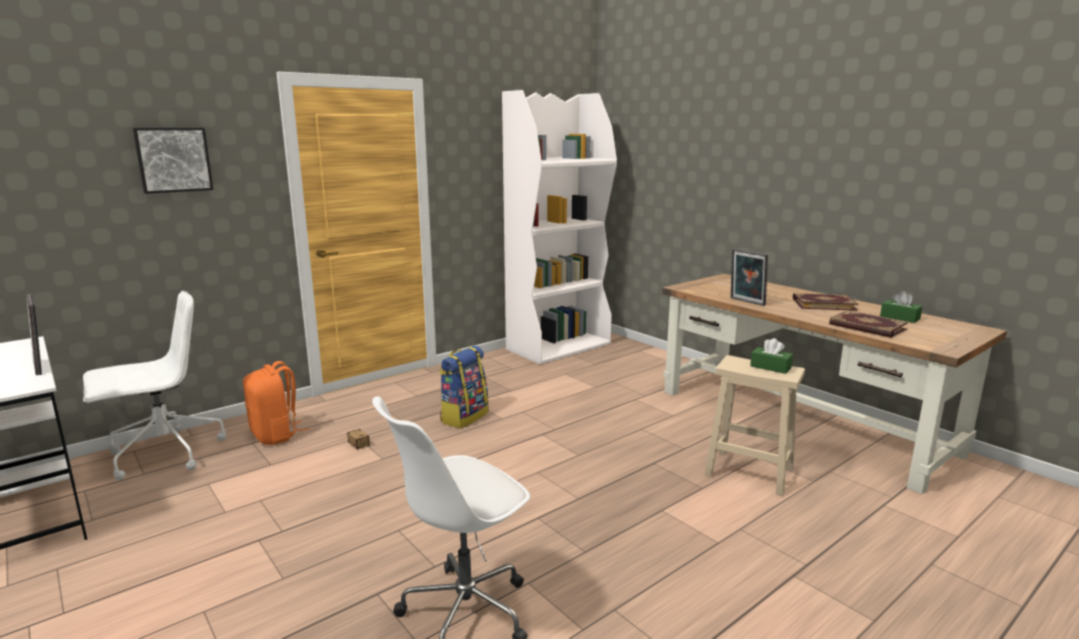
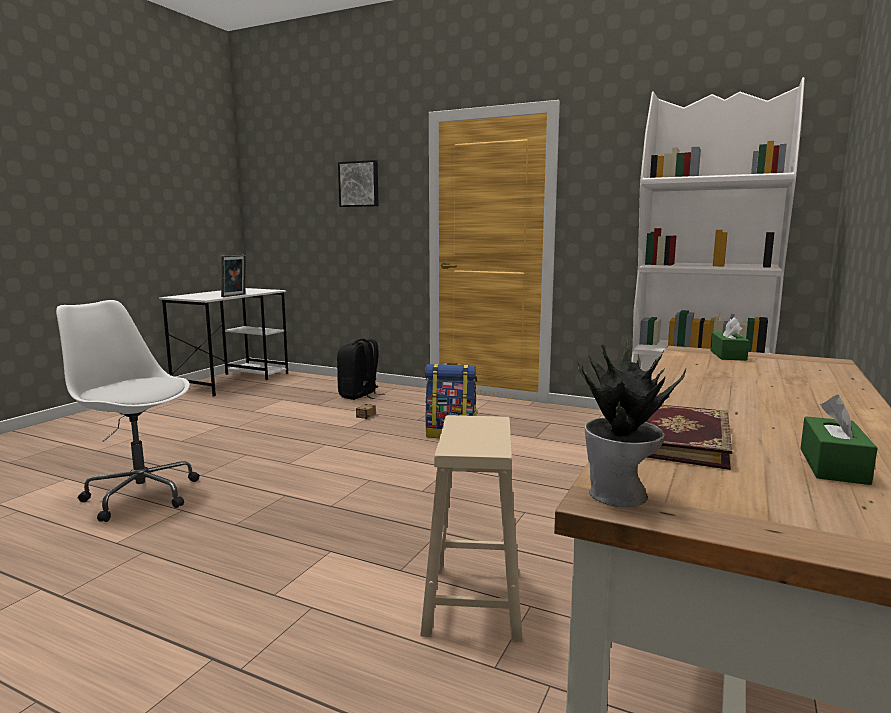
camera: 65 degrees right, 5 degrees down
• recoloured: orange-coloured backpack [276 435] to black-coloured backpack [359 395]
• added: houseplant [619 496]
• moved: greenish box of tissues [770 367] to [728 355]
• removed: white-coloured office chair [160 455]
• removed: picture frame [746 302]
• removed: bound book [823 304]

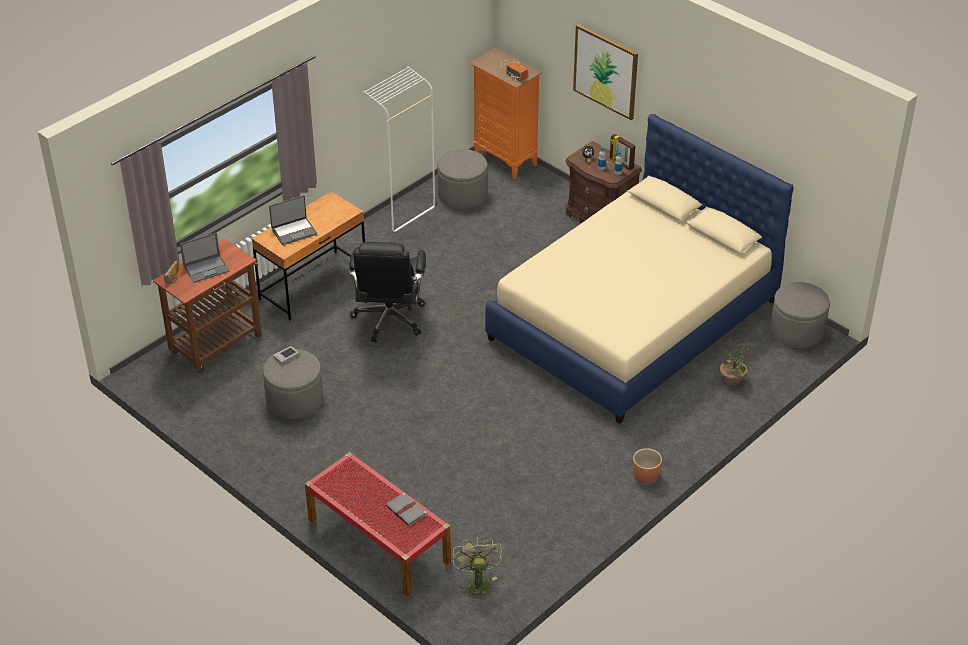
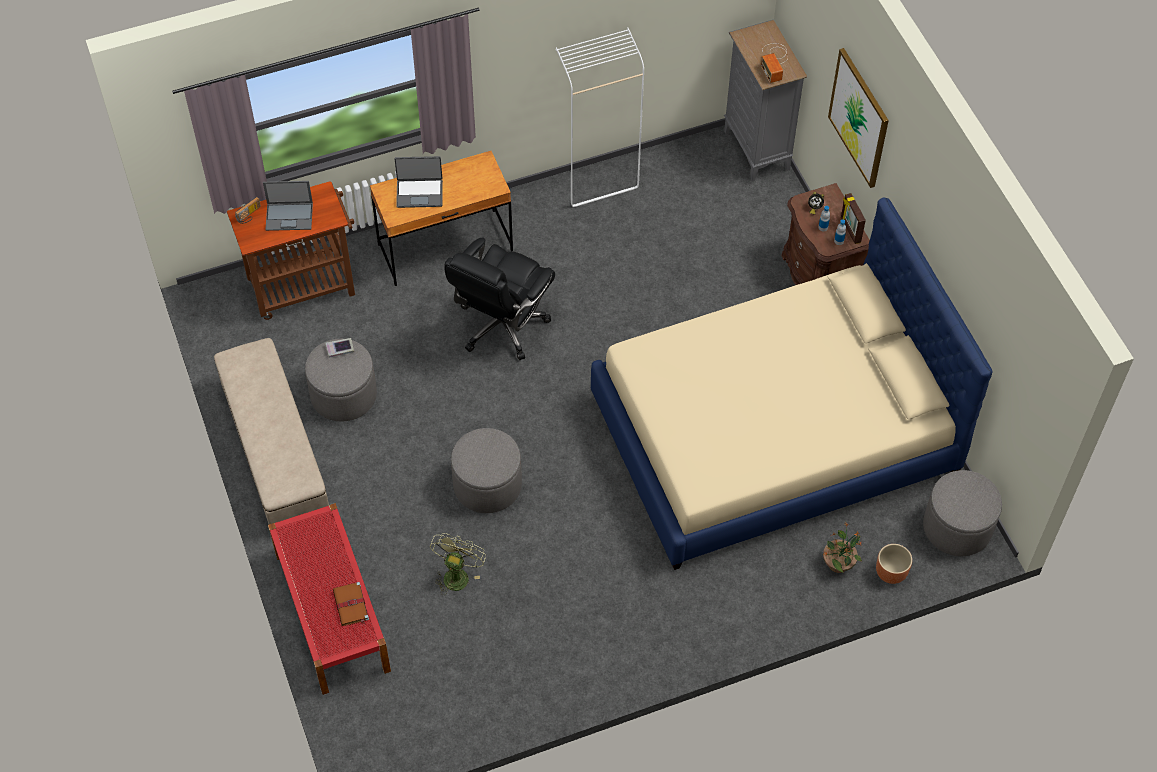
camera: 25 degrees right, 15 degrees up
• added: beige-coloured bench [274 450]
• recoloured: gray bound book [407 511] to brown bound book [351 606]
• moved: greenish fan [476 582] to [457 574]
• moved: gray pouffe [462 195] to [487 485]
• recoloured: orange-coloured drawer chest [505 161] to gray drawer chest [756 152]
• moved: brown plant pot [646 475] to [891 572]

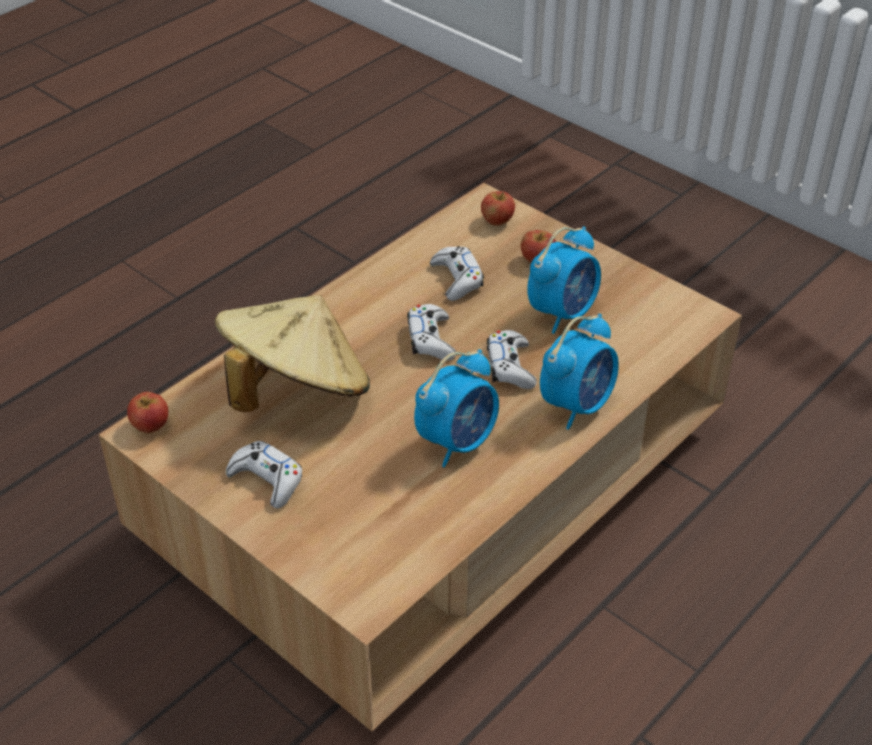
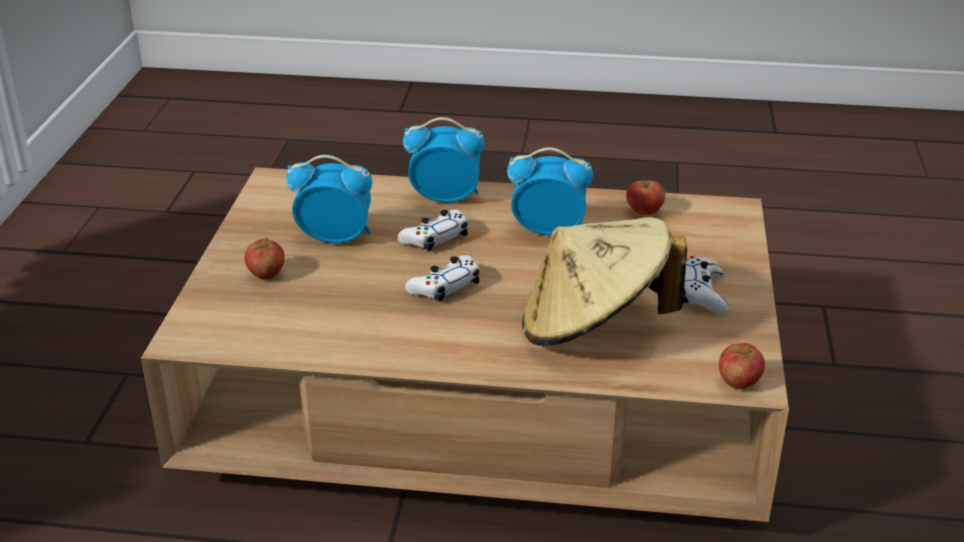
camera: 125 degrees left, 10 degrees down
• moved: apple [497 221] to [644 212]
• removed: white-coloured gamepad [457 279]

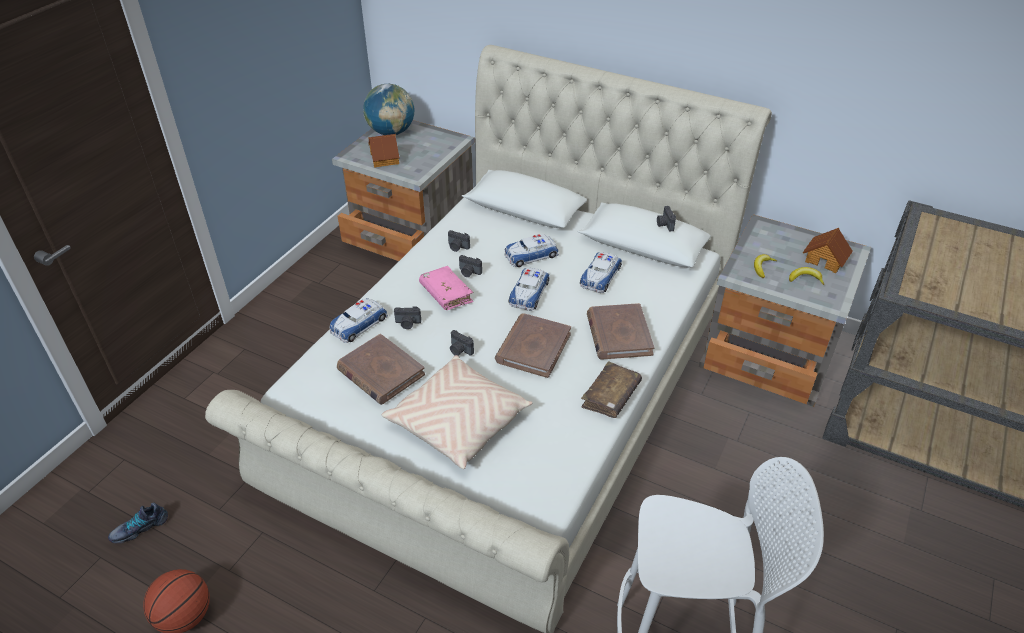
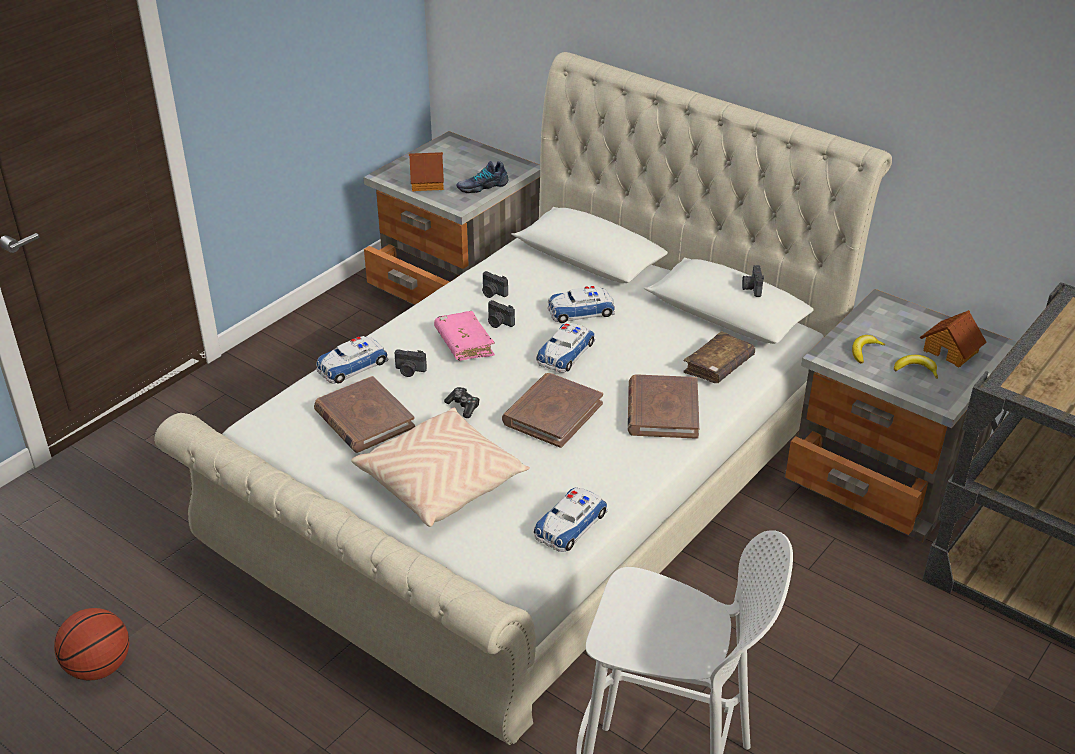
camera: 10 degrees right, 5 degrees down
• replaced: photo camera [460 350] to gamepad [463 406]
• moved: item of footwear [139 528] to [482 186]
• moved: model car [600 276] to [570 525]
• moved: brown bound book [611 396] to [718 366]
• removed: desk globe [391 132]

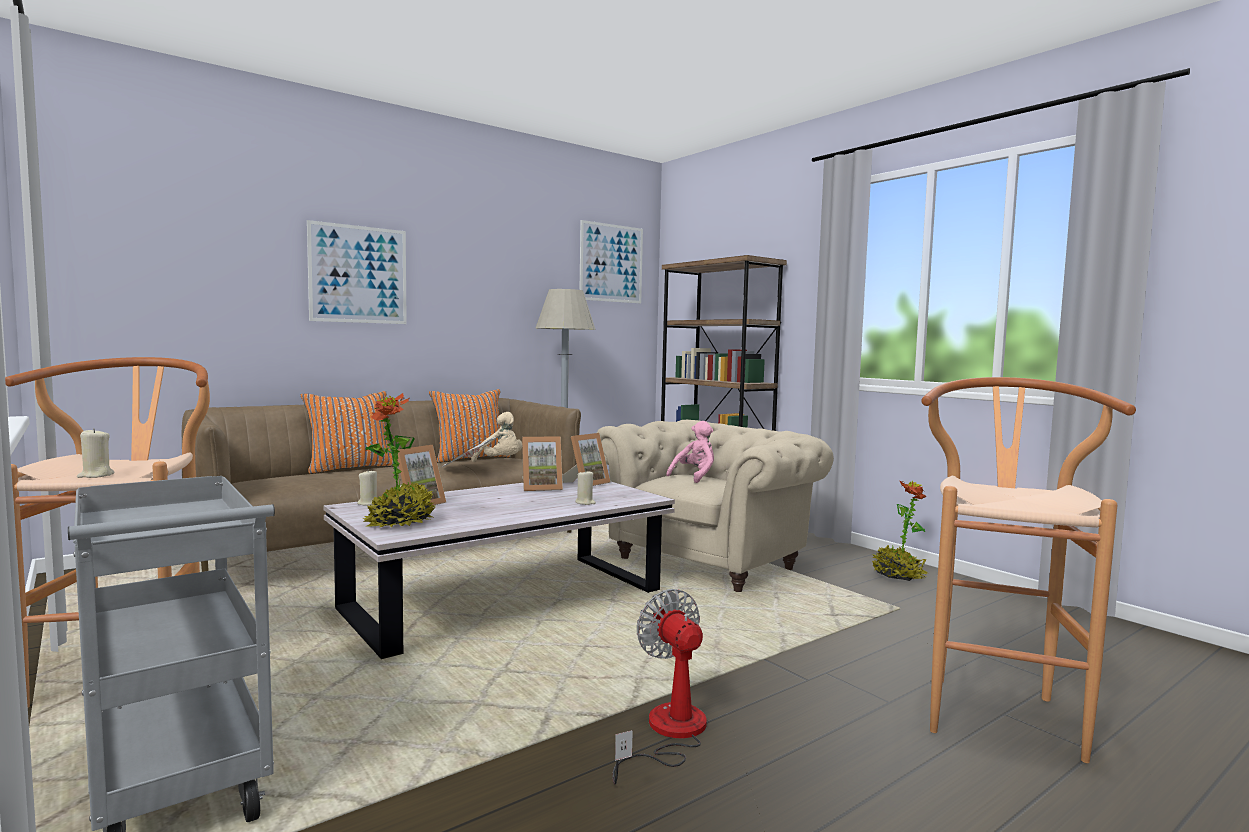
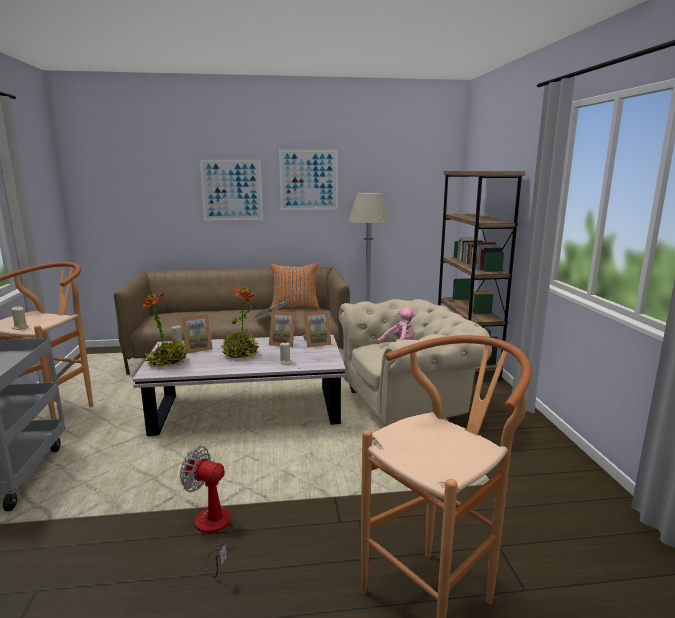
camera: 30 degrees right, 10 degrees up
• turned: fan [668 733] = [214 530] 75 degrees counterclockwise
• moved: houseplant [898 576] to [240 354]
• moved: wall picture [611 263] to [309 180]
• removed: orange-coloured pillow [350 468]
• removed: beige-coloured cuddly toy [500 461]

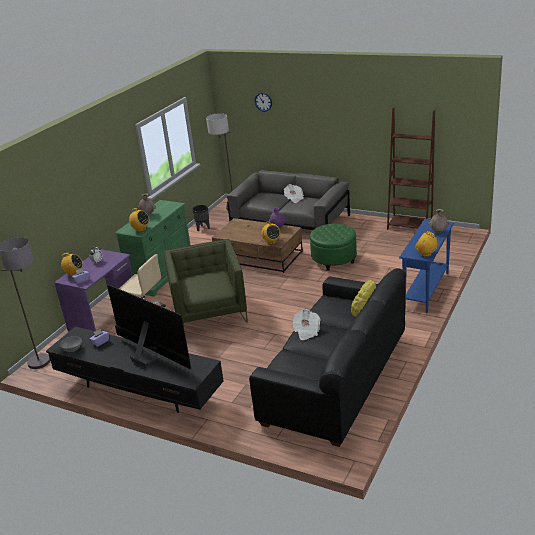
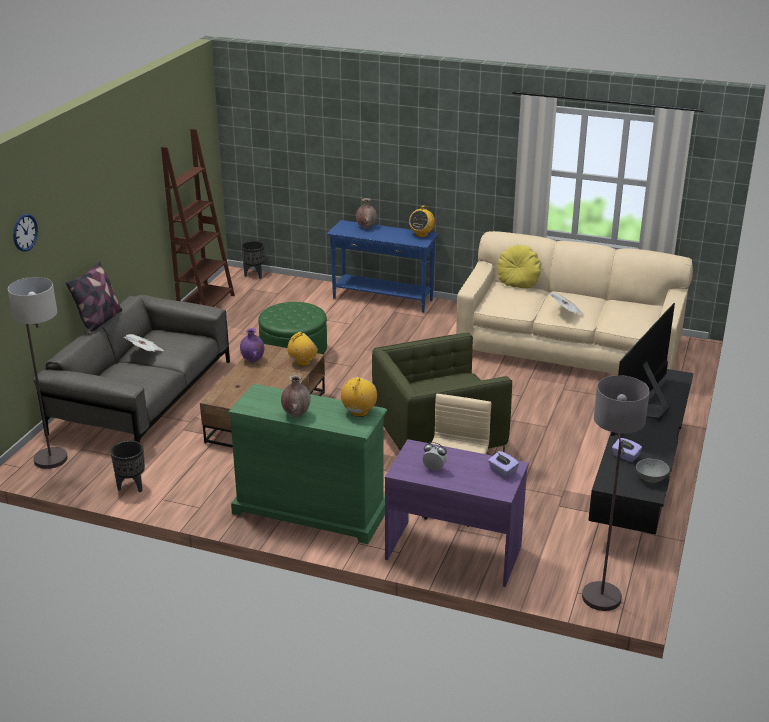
camera: 100 degrees left, 0 degrees up
• added: pillow [99 321]
• added: black-coloured plant pot [254 275]
• recoloured: black-coloured sofa [335 378] to beige-coloured sofa [568 349]
• removed: radio [74 274]

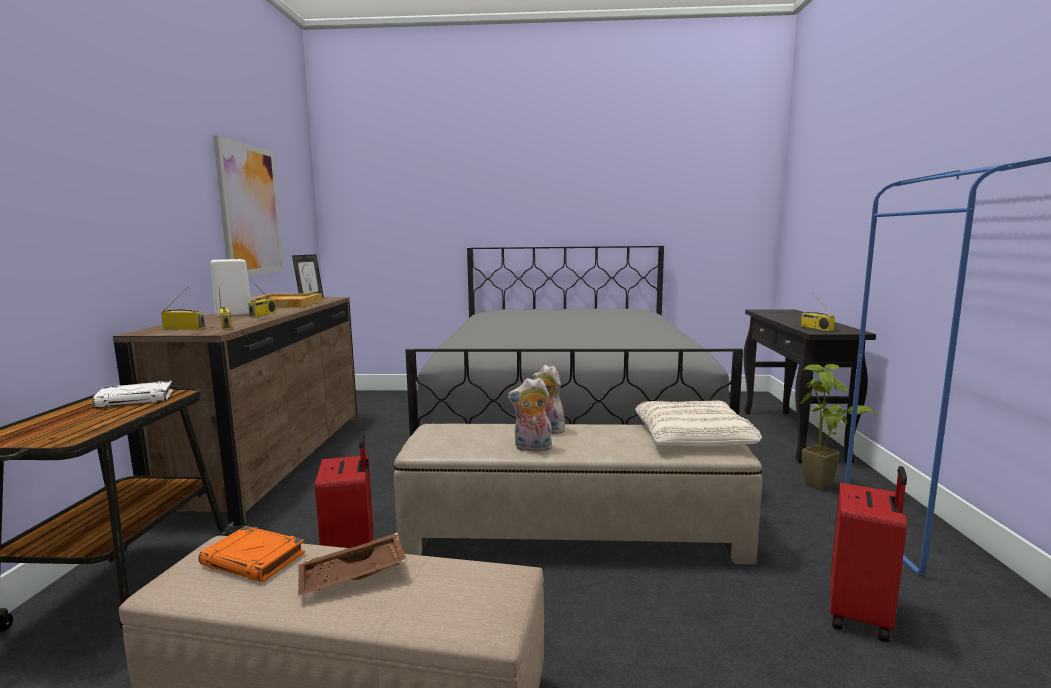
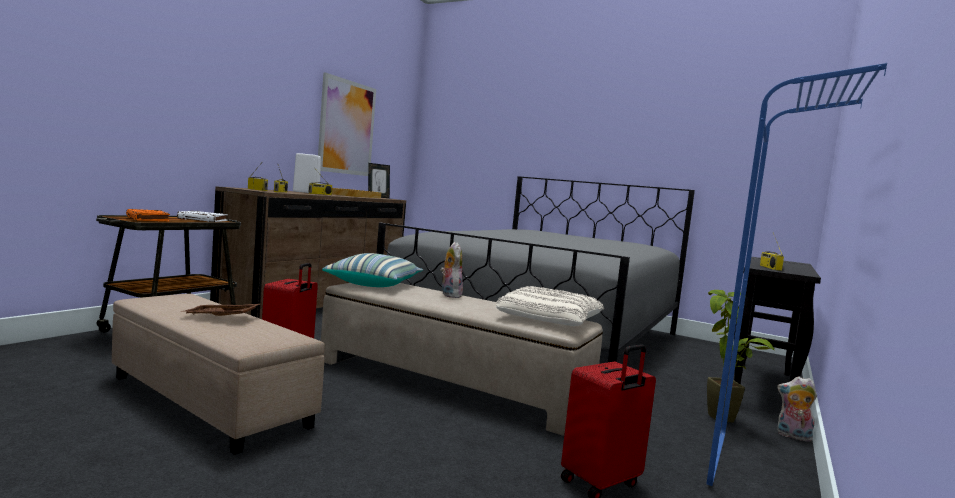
camera: 25 degrees right, 5 degrees down
• moved: orange-coloured bound book [254 559] to [148 219]
• added: pillow [374 284]
• moved: cuddly toy [532 448] to [793 436]

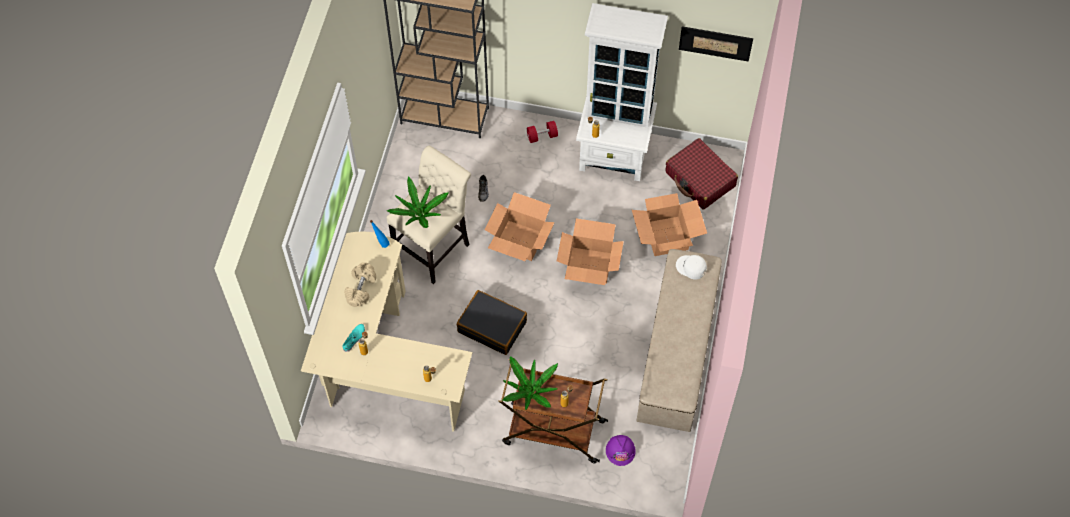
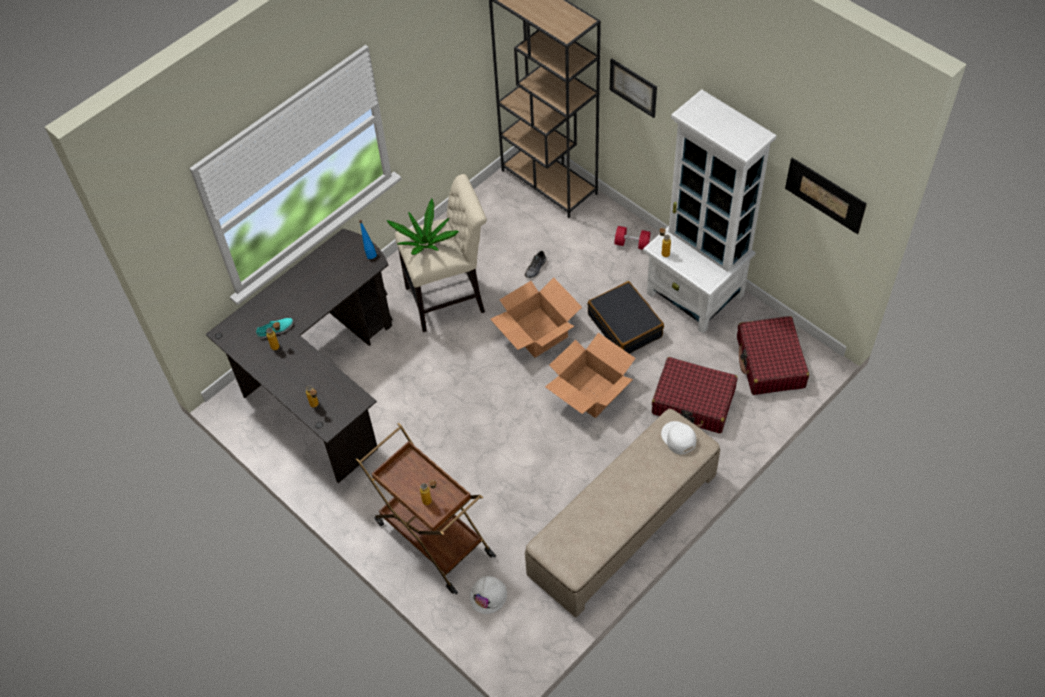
camera: 35 degrees right, 5 degrees down
• recoloured: beige-coloured desk table [382 363] to black-coloured desk table [320 382]
• recoloured: purplish hard hat [620 450] to white-coloured hard hat [488 595]
• moved: black-coloured piece of luggage [492 326] to [625 325]
• added: wall picture [633 87]
• replaced: packing box [667 236] to red piece of luggage [693 402]
• removed: beige-coloured dumbbell [361 288]
• removed: houseplant [530 391]

